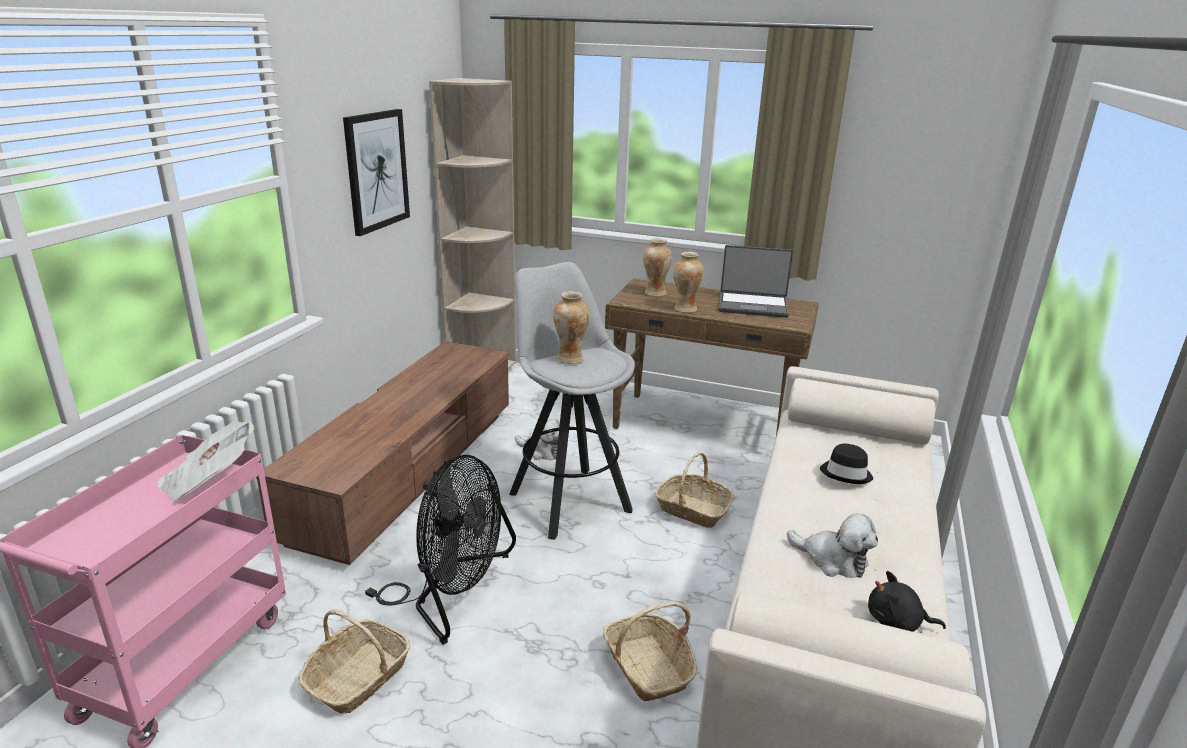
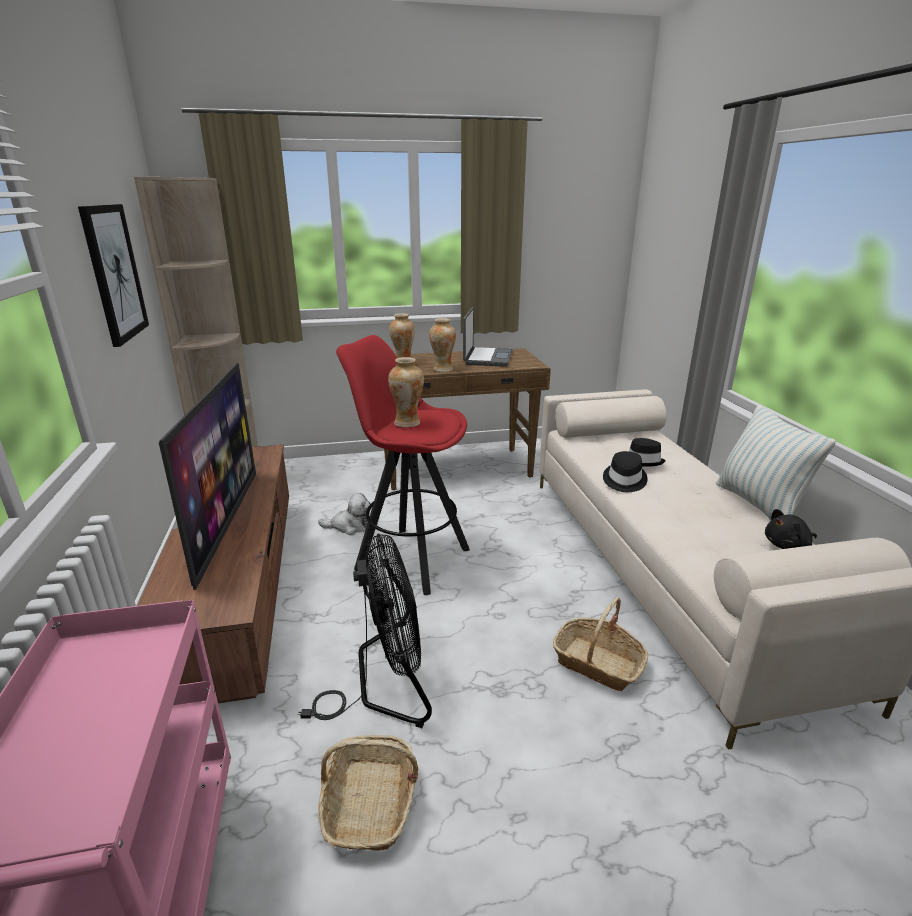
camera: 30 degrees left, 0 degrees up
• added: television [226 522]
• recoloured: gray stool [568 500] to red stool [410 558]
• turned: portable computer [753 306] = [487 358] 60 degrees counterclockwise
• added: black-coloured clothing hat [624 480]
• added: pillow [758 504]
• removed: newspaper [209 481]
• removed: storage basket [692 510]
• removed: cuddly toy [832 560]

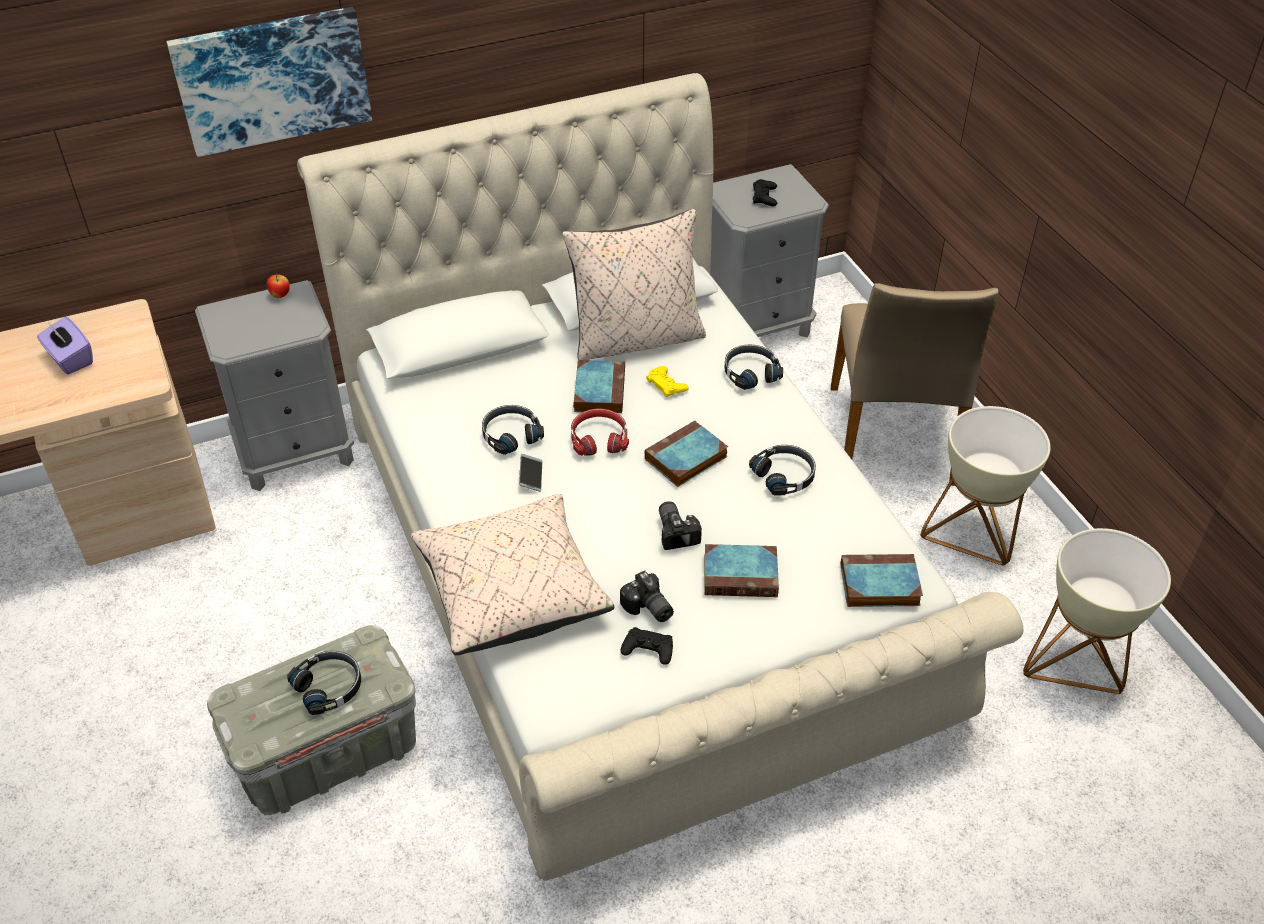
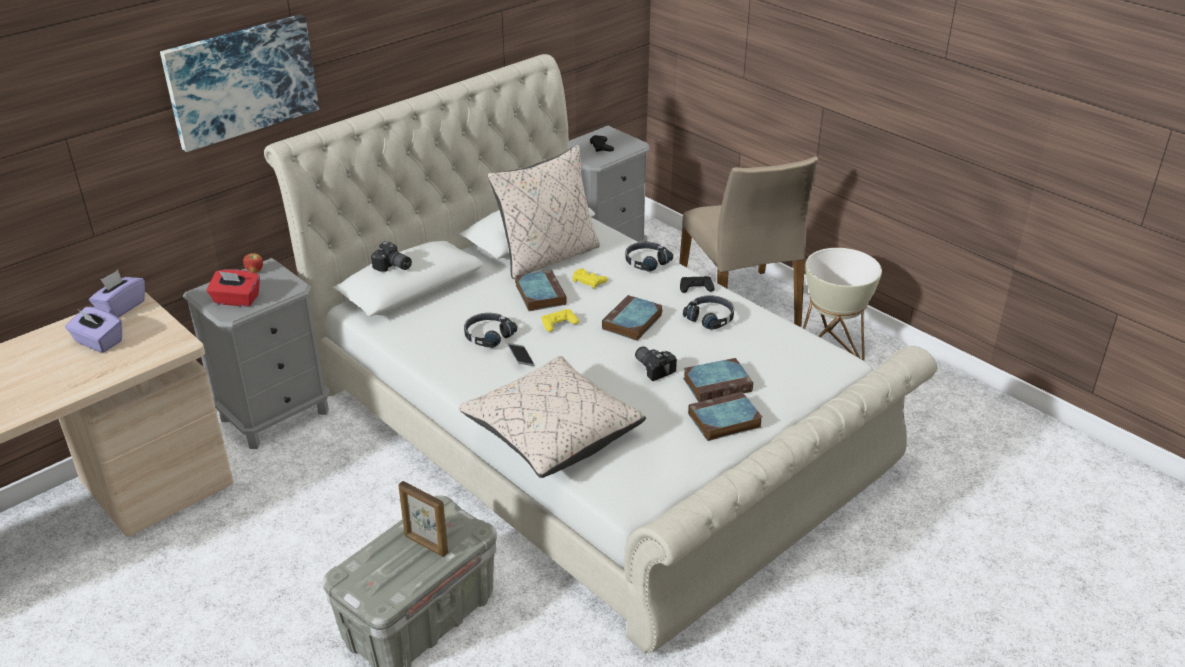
camera: 20 degrees left, 10 degrees down
• added: purplish box of tissues [121 307]
• added: red box of tissues [236 300]
• moved: photo camera [647 609] to [392 267]
• replaced: black-coloured headphones [329 686] to picture frame [425 545]
• replaced: red headphones [599 438] to yellowish gamepad [559 323]
• moved: black-coloured gamepad [648 649] to [696 288]
• moved: bound book [878 585] to [723 421]
• removed: plant pot [1076 664]

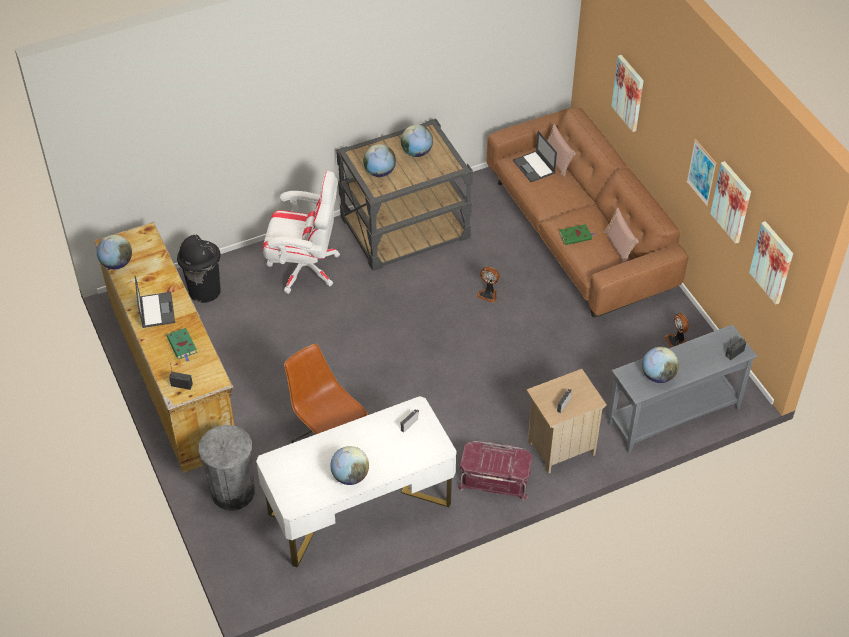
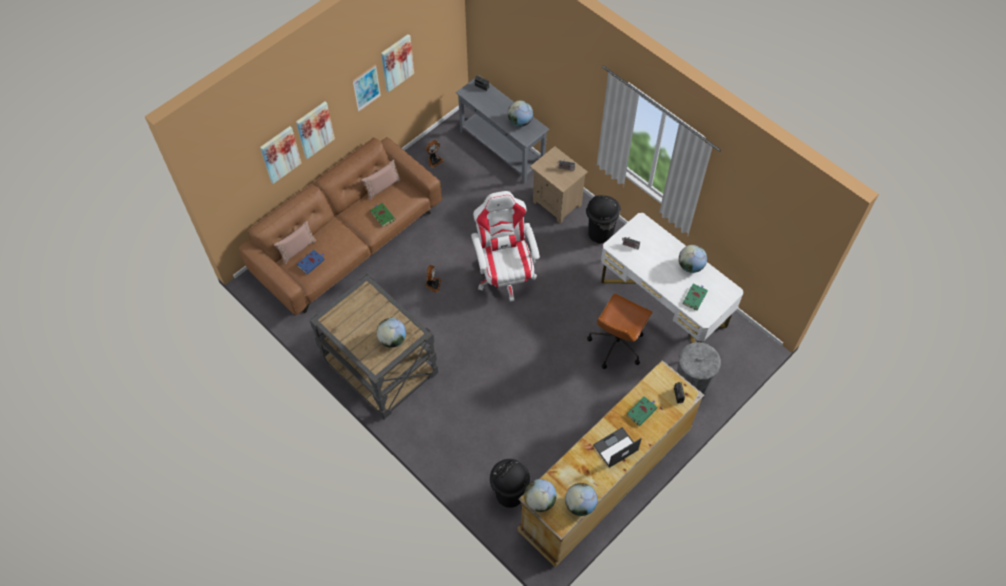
camera: 110 degrees left, 10 degrees up
• moved: wall picture [772 262] to [314 129]
• replaced: portable computer [534 167] to blue-coloured bound book [311 262]
• moved: white-coloured office chair [304 268] to [505 275]
• moved: desk globe [416 152] to [539 500]
• replaced: red storage container [495 478] to black-coloured trash can [600 233]
• added: greenish bound book [694 297]

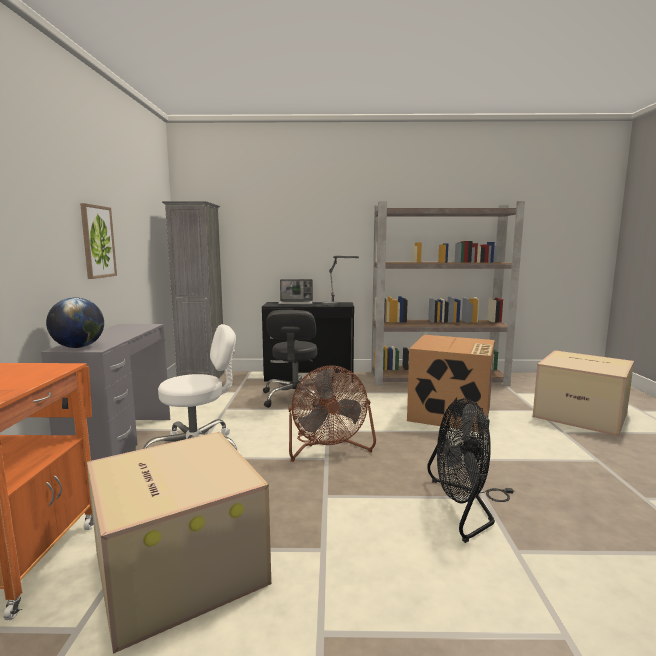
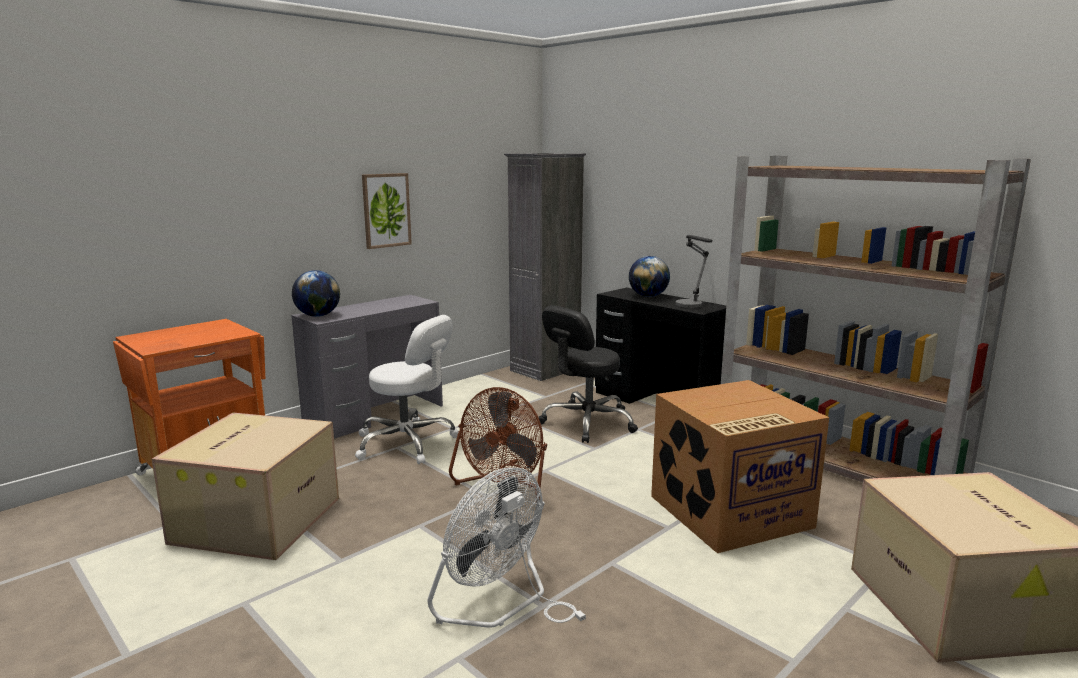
camera: 45 degrees right, 5 degrees up
• recoloured: black-coloured fan [467 505] to white-coloured fan [509 601]
• replaced: portable computer [296 303] to desk globe [648 296]

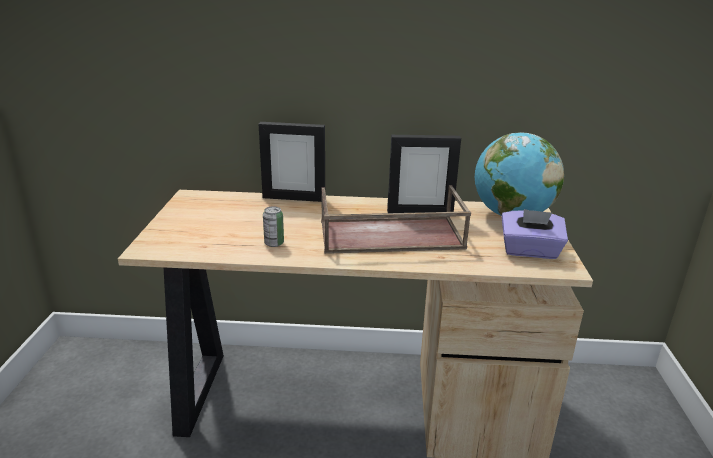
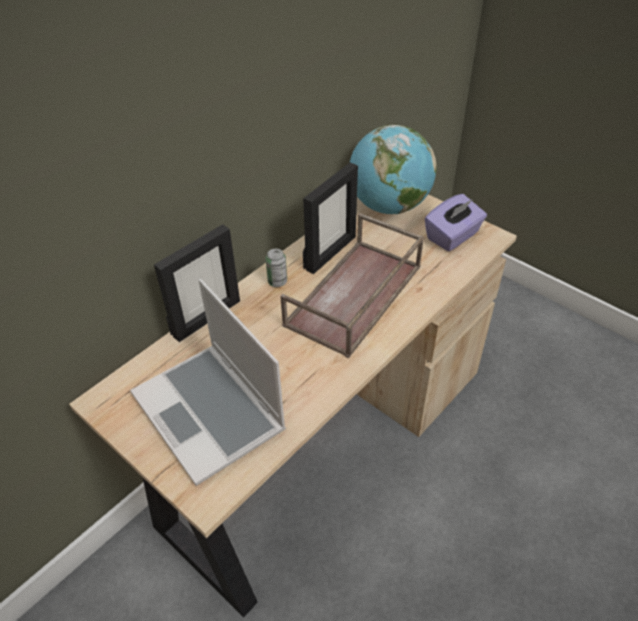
camera: 50 degrees left, 20 degrees up
• added: portable computer [211 413]
• moved: can [274 243] to [277 282]

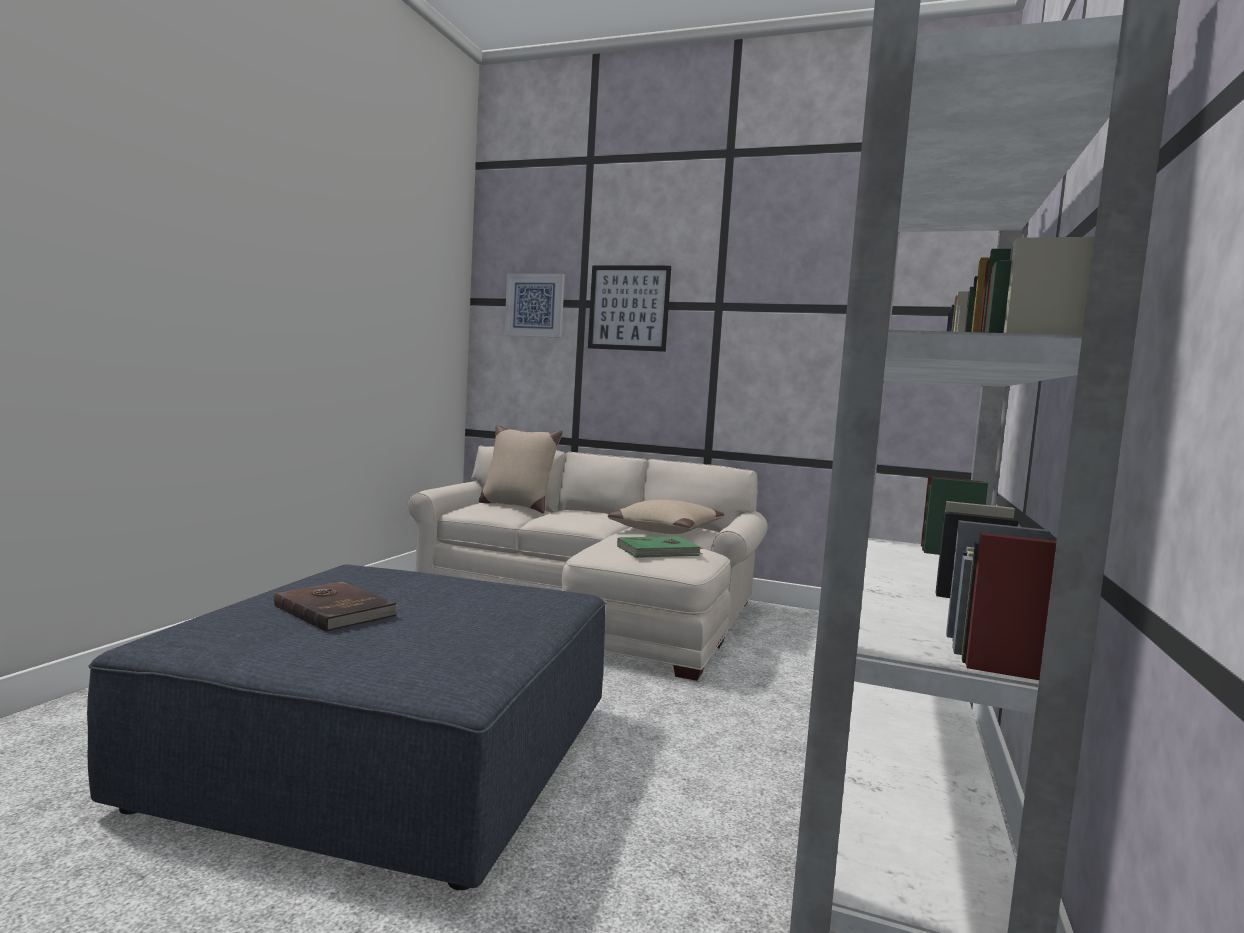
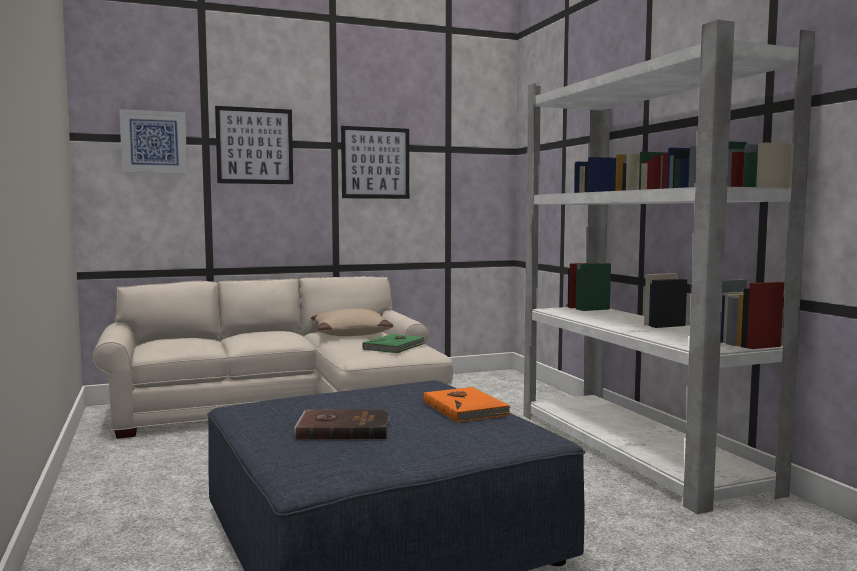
camera: 40 degrees left, 0 degrees up
• added: wall picture [375 163]
• added: orange-coloured bound book [466 408]
• removed: beige-coloured pillow [516 506]

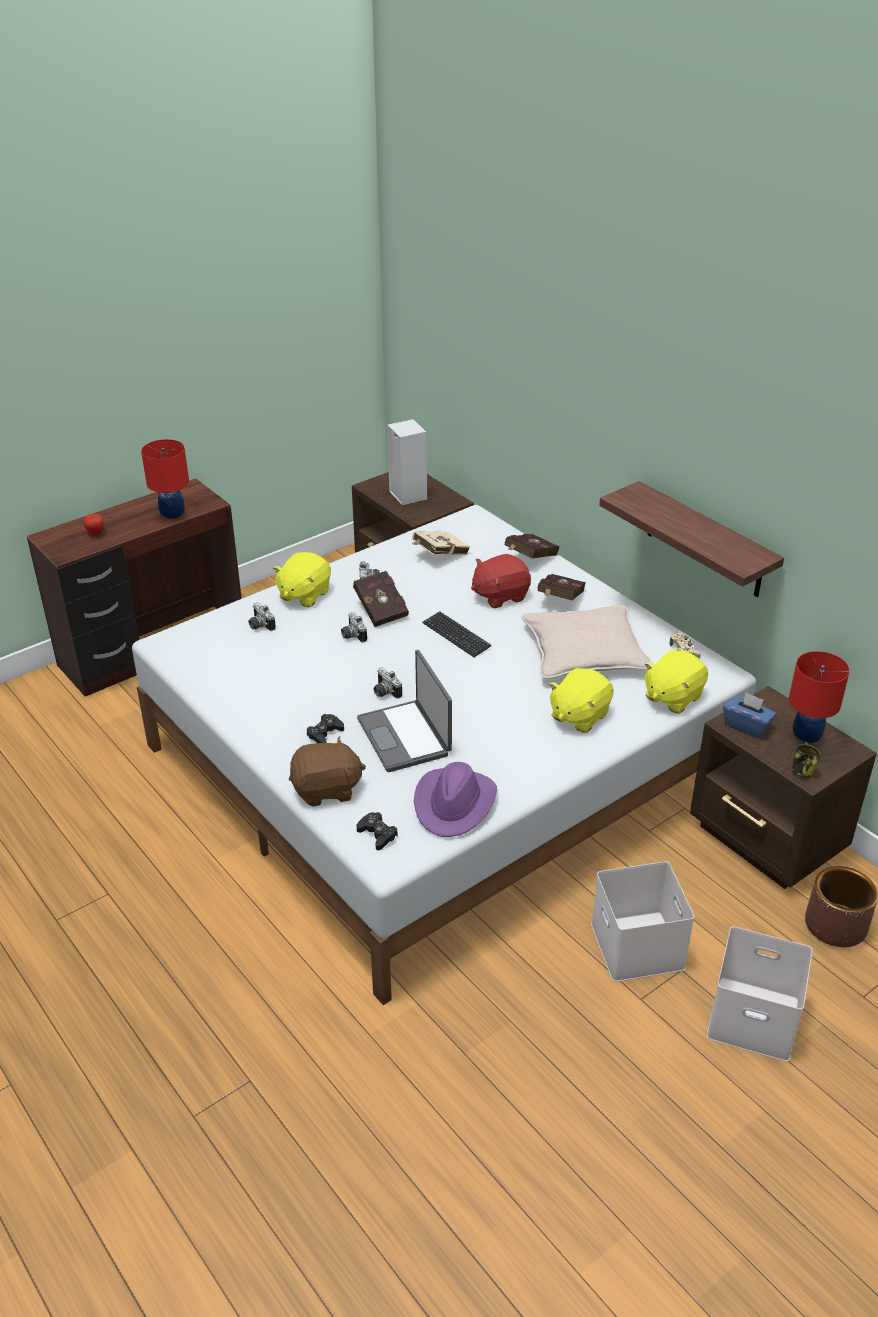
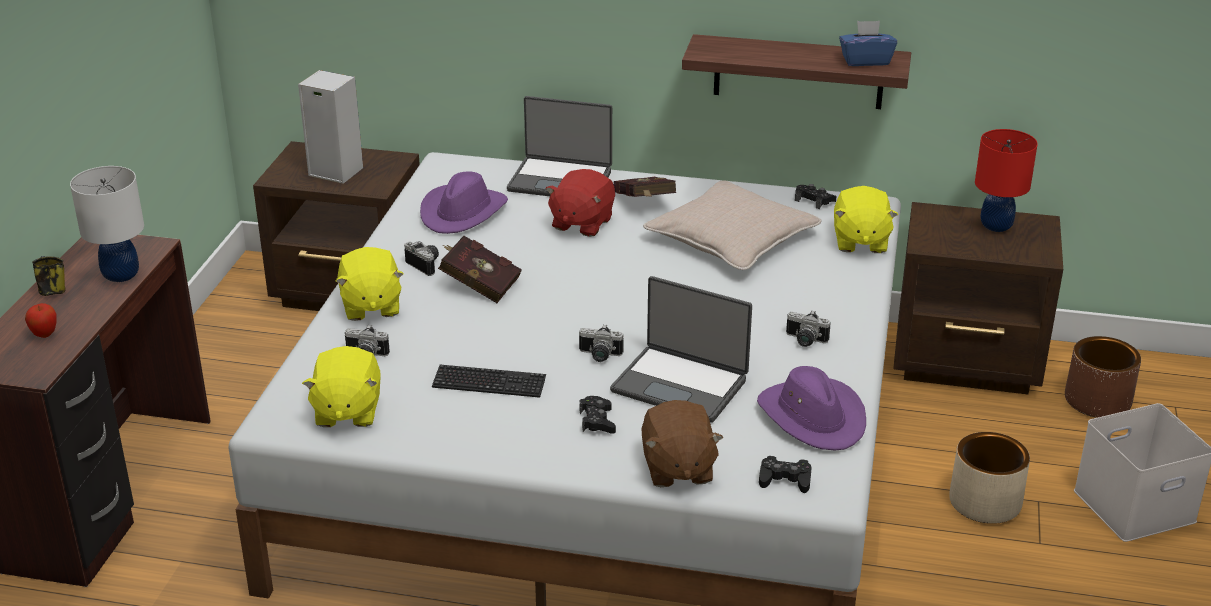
camera: 40 degrees left, 5 degrees down
• moved: coffee mug [802 771] to [52 291]
• recoloured: red tabletop lamp [171 515] to white-coloured tabletop lamp [120 277]
• moved: yellowish cuddly toy [579 716] to [346 411]
• replaced: beige-coloured bound book [438 555] to purplish clothing hat [463 212]
• moved: computer keyboard [456 635] to [489 383]
• replaced: red bound book [529 559] to portable computer [560 180]
• turned: brown cuddly toy [326 790] = [677 468] 135 degrees clockwise
• moved: photo camera [352 635] to [804 341]
• recoloured: beige-coloured gamepad [684 650] to black-coloured gamepad [814 200]
• moved: blue-coloured box of tissues [747 726] to [865 61]
• replaced: white-coloured storage container [639 947] to beige-coloured plant pot [985 503]

